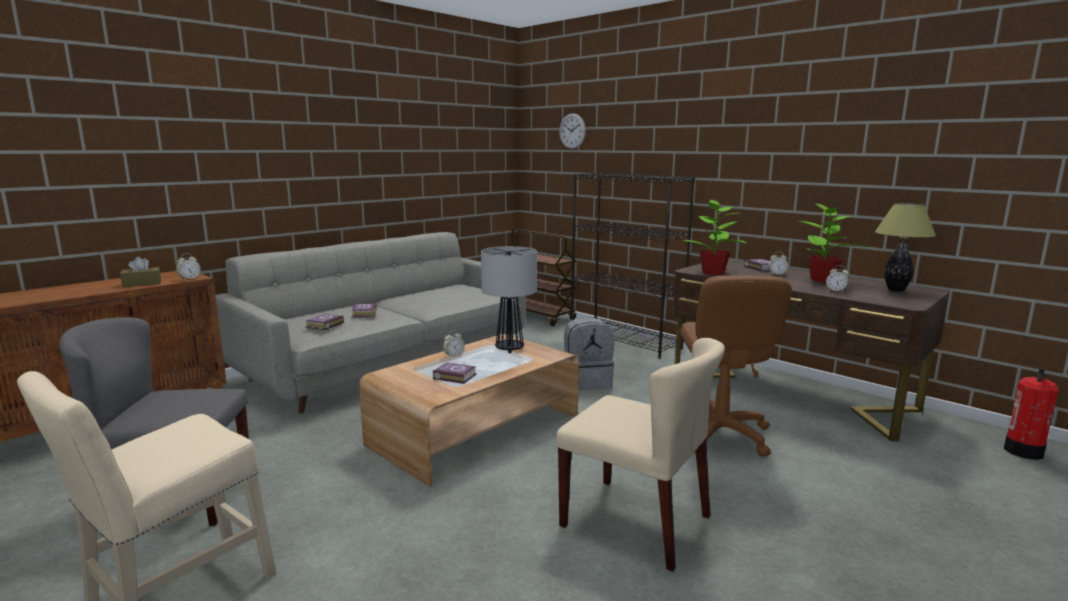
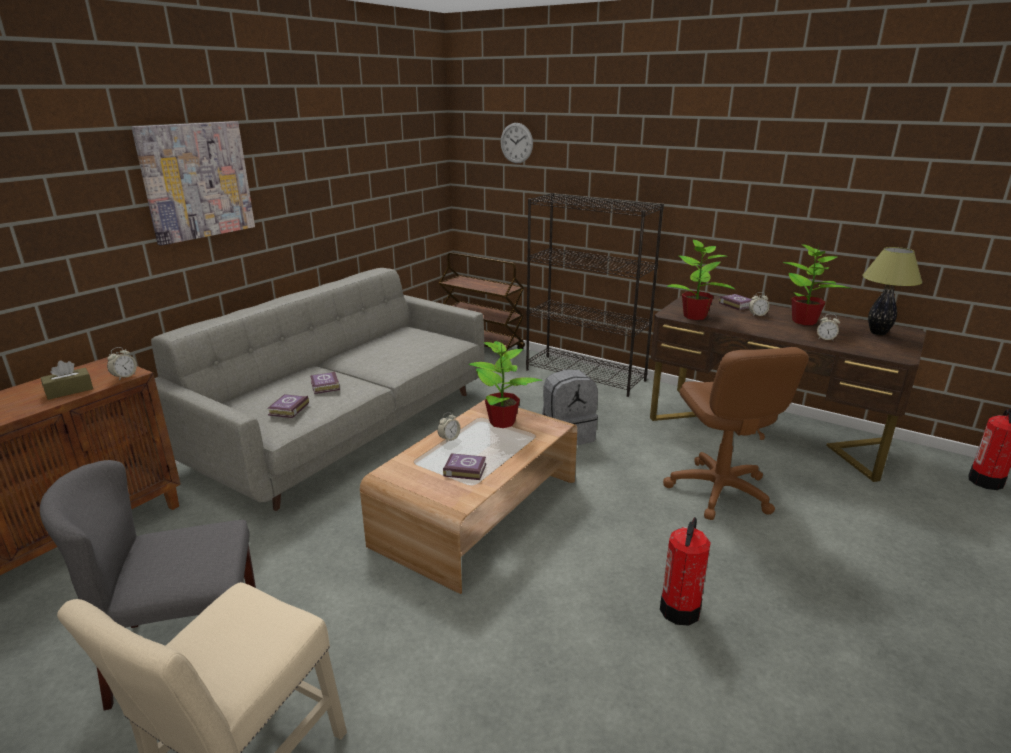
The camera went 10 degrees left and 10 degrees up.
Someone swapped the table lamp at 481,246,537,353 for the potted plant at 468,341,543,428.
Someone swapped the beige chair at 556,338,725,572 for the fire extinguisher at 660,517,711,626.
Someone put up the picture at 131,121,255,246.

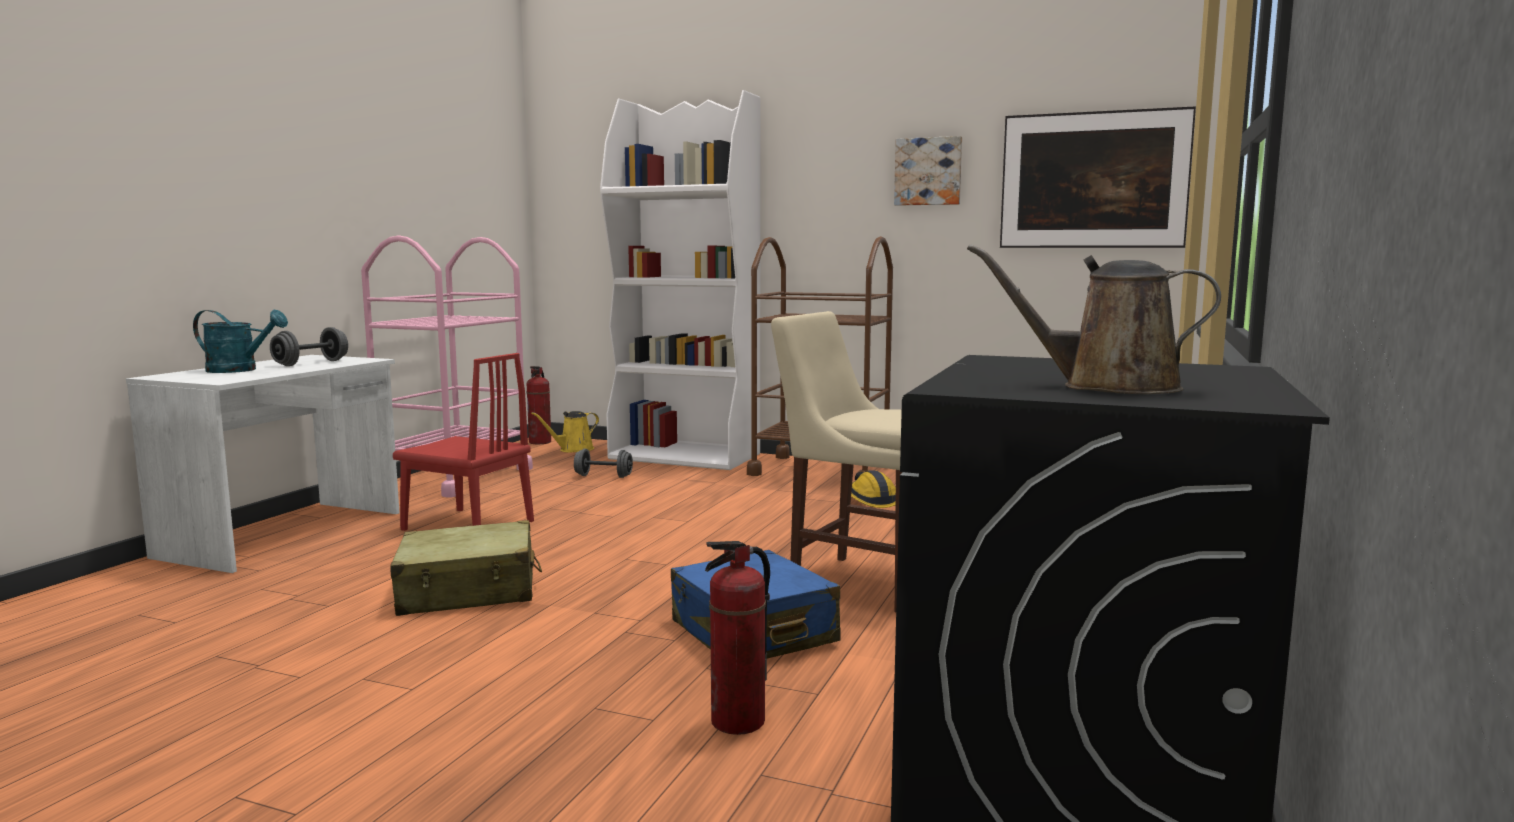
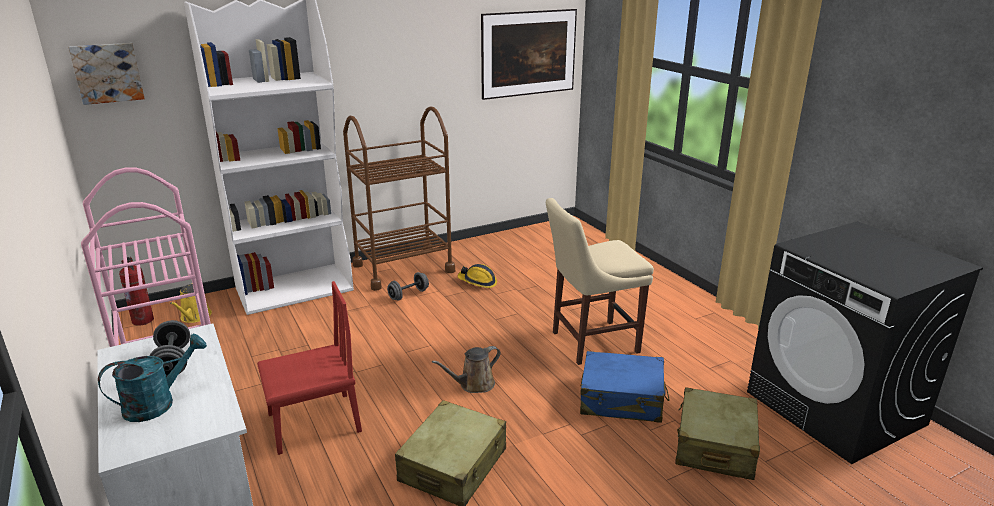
The camera went 50 degrees left and 15 degrees up.
Someone carried the picture from 894,136,962,206 to 69,43,145,105.
Someone carried the brown watering can from 967,244,1221,394 to 432,346,501,393.
Someone carried the grey dumbbell from 574,449,633,478 to 387,272,429,300.
Someone swapped the fire extinguisher at 705,541,770,735 for the beige suitcase at 675,387,760,480.

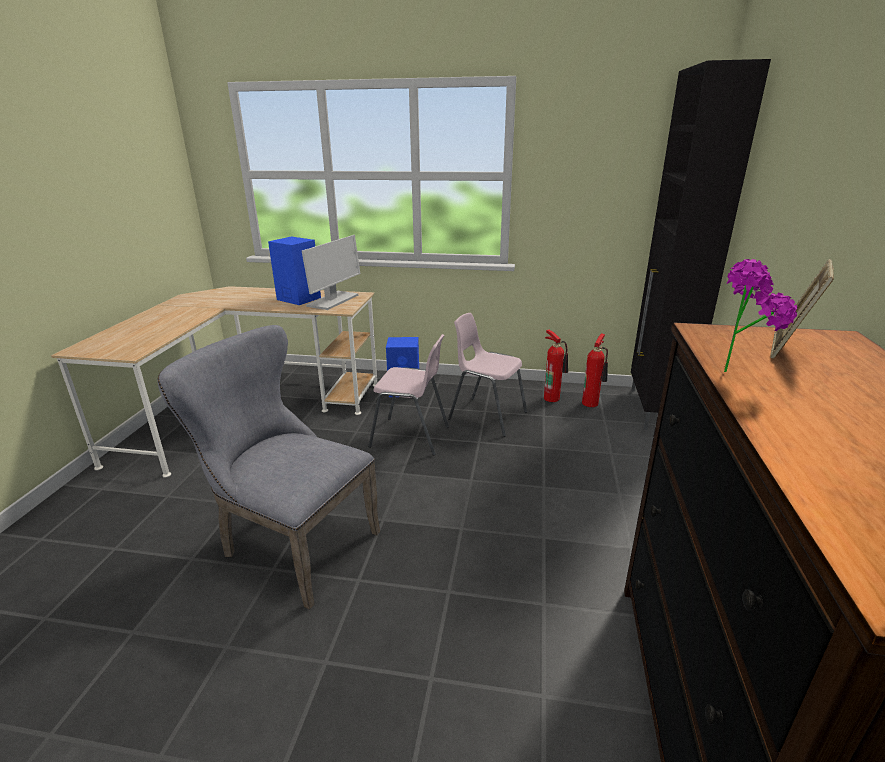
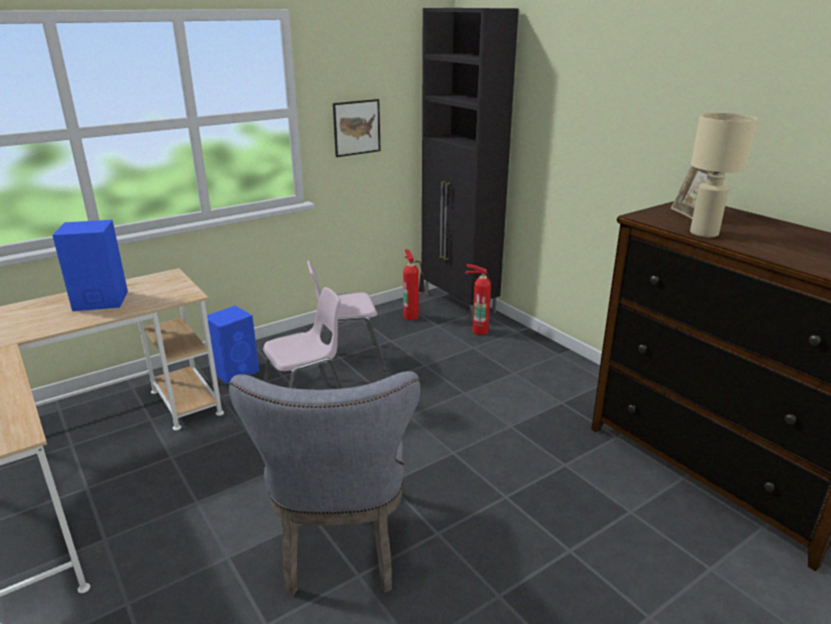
The camera went 45 degrees left and 0 degrees up.
Someone took away the monitor at 302,235,360,310.
Someone swapped the potted plant at 724,259,797,372 for the beige table lamp at 690,113,757,237.
Someone rotated the grey chair at 158,325,380,610 by 75 degrees counterclockwise.
Someone carried the fire extinguisher from 544,330,568,402 to 465,264,491,335.
Someone put up the picture at 333,99,381,157.

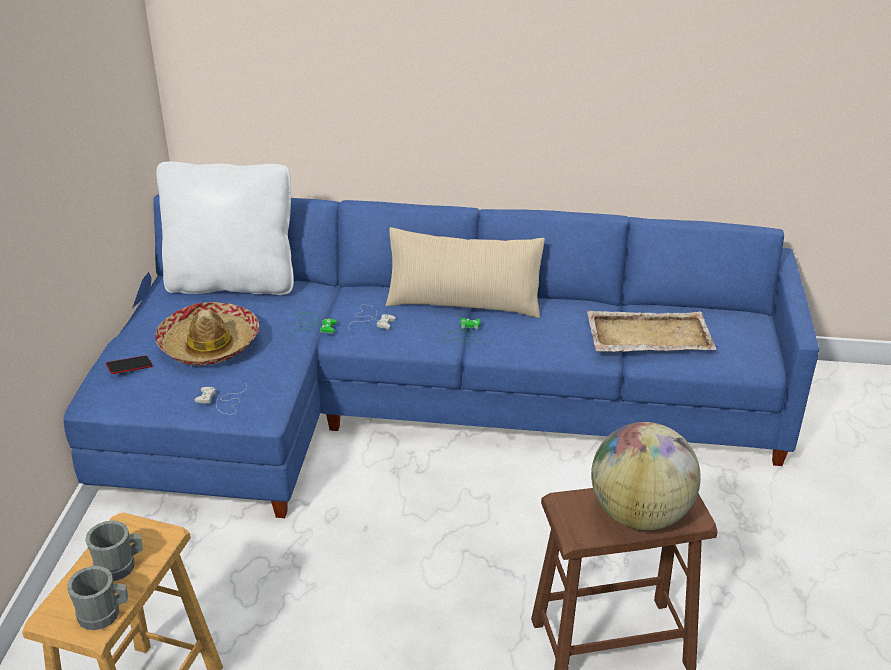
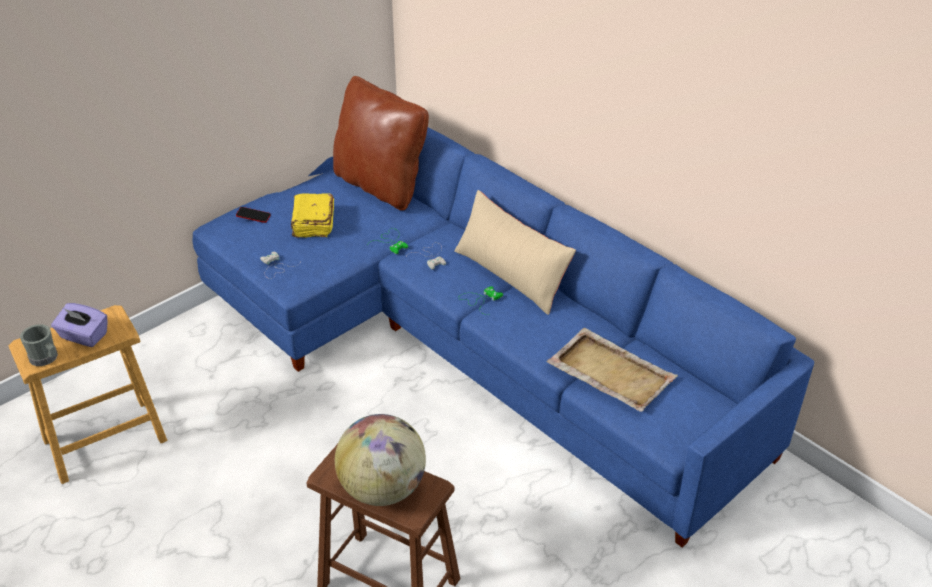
The camera went 40 degrees right and 5 degrees up.
Someone repainted the white pillow at 156,161,294,295, which became the brown pillow at 333,76,429,211.
Someone swapped the hat at 155,302,259,366 for the yellow book at 291,193,334,238.
Someone swapped the grey mug at 85,521,143,581 for the purple tissue box at 51,303,107,347.

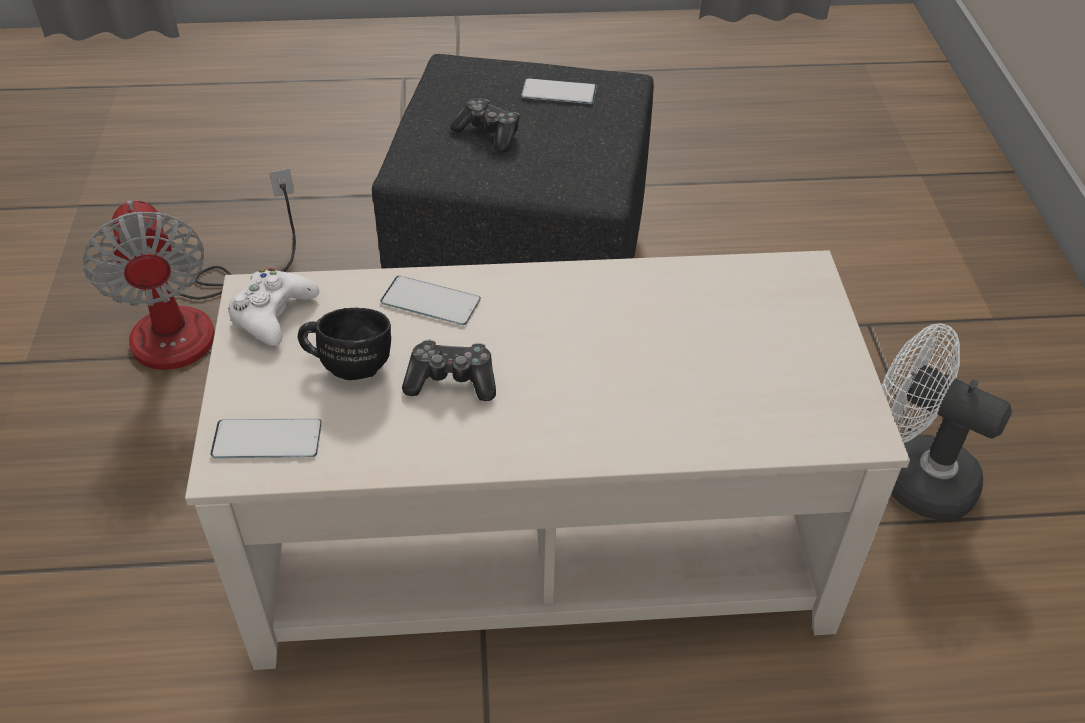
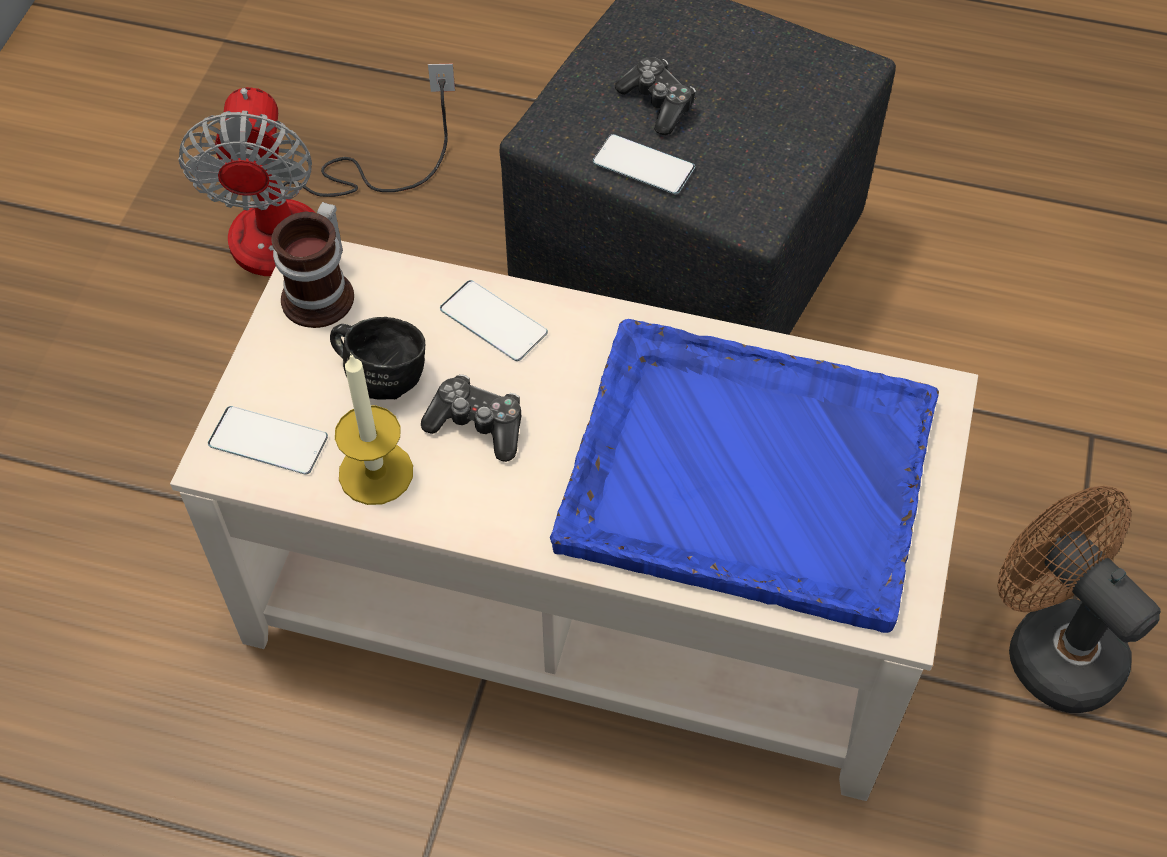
The camera went 20 degrees right and 10 degrees up.
Someone carried the phone from 521,78,597,104 to 593,134,695,194.
Someone swapped the white game controller at 228,268,319,346 for the mug at 271,202,354,328.
Someone repainted the white fan at 882,323,1012,521, which became the brown fan at 998,486,1161,713.
Someone put down the blue tray at 550,319,939,633.
Someone put down the candle at 335,353,413,505.

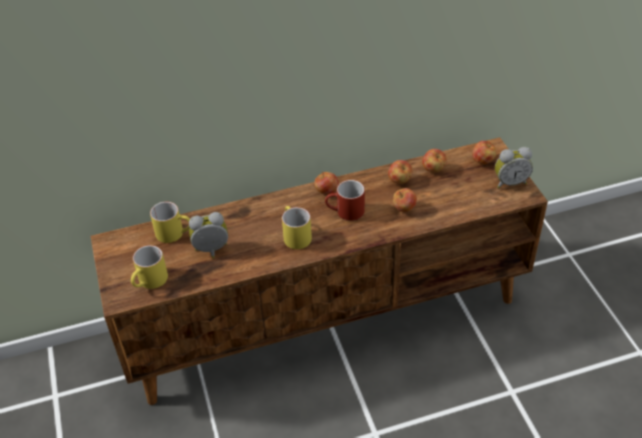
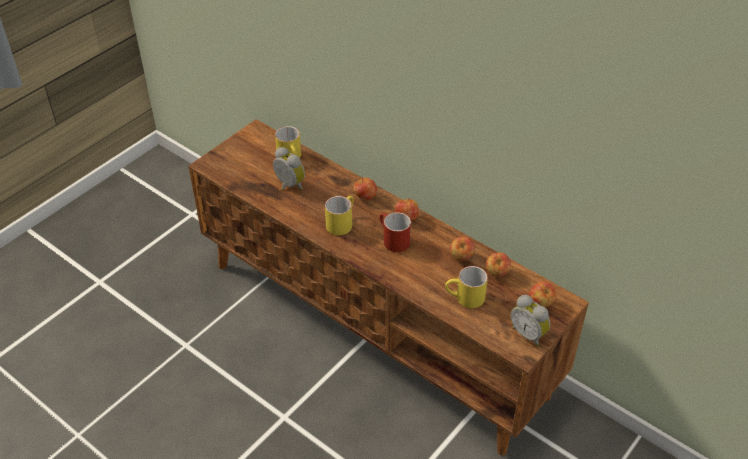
The camera went 55 degrees right and 0 degrees up.
Someone carried the apple from 393,188,417,212 to 353,177,377,200.
Someone carried the yellow mug from 131,245,168,289 to 445,266,488,308.

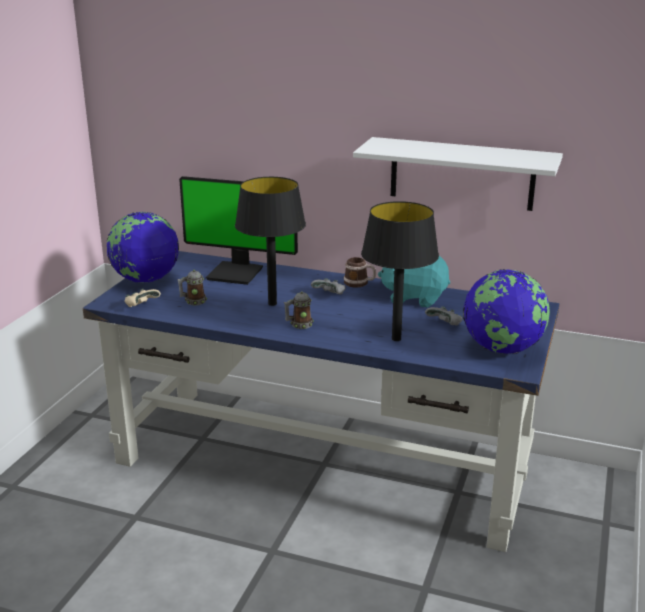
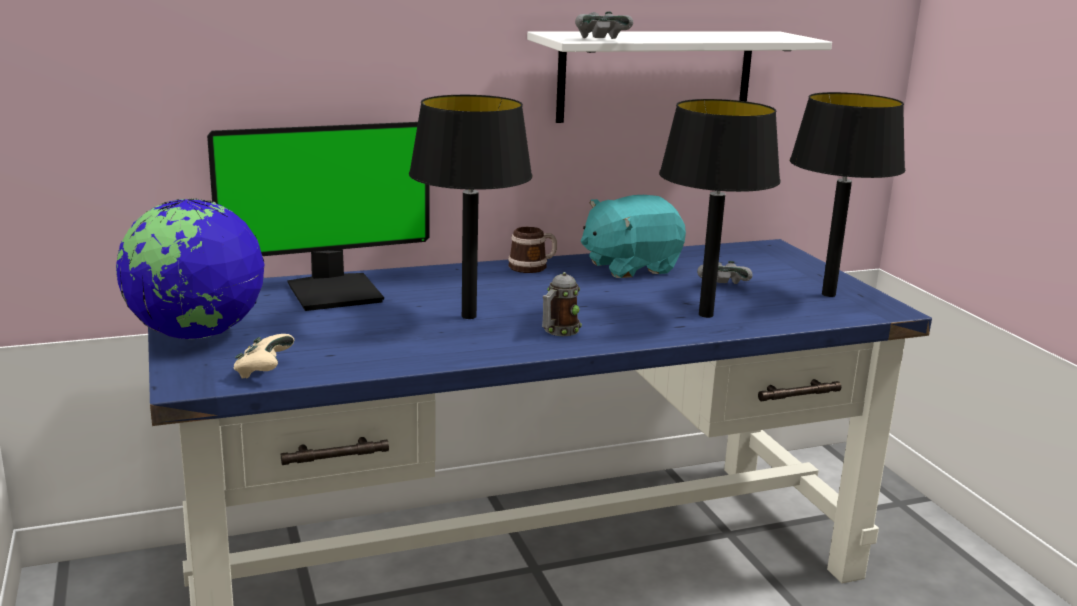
The camera went 40 degrees left and 5 degrees down.
Someone swapped the globe at 463,269,550,354 for the black table lamp at 790,92,905,297.
Someone took away the mug at 177,270,207,305.
Someone carried the grey game controller from 311,278,346,295 to 575,11,633,39.

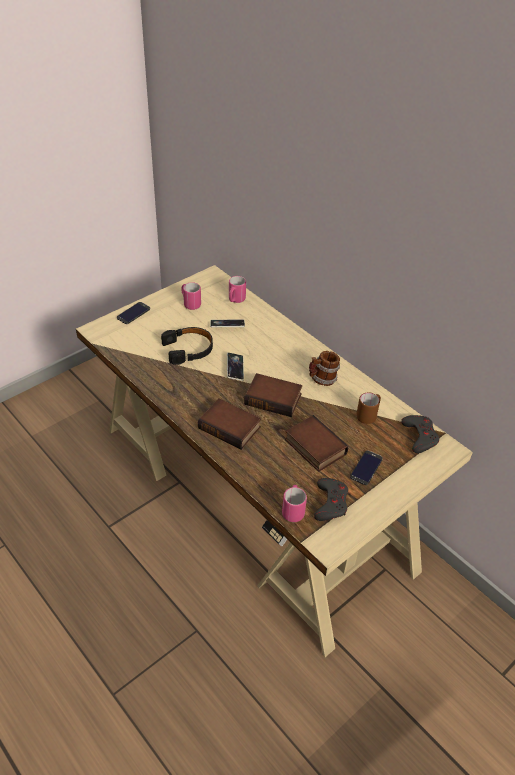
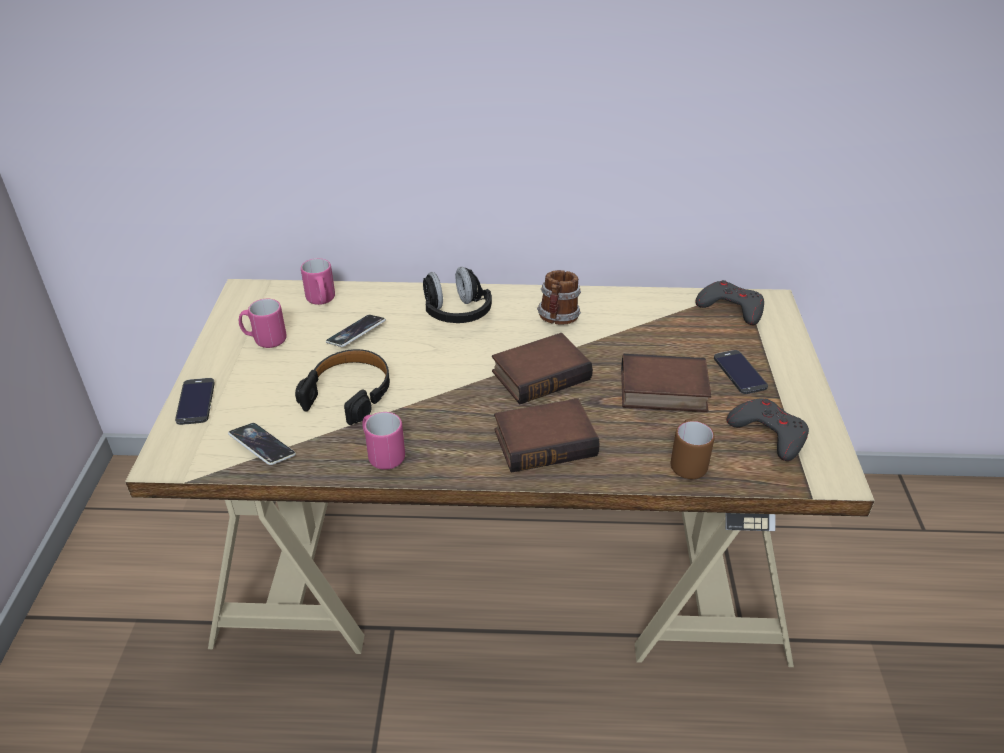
The camera went 45 degrees left and 5 degrees down.
Someone carried the phone from 227,353,244,381 to 228,423,296,465.
Someone carried the brown mug from 356,392,381,424 to 671,419,715,479.
Someone carried the pink mug from 282,485,307,522 to 362,412,405,470.
Someone put down the black headphones at 423,267,492,323.

